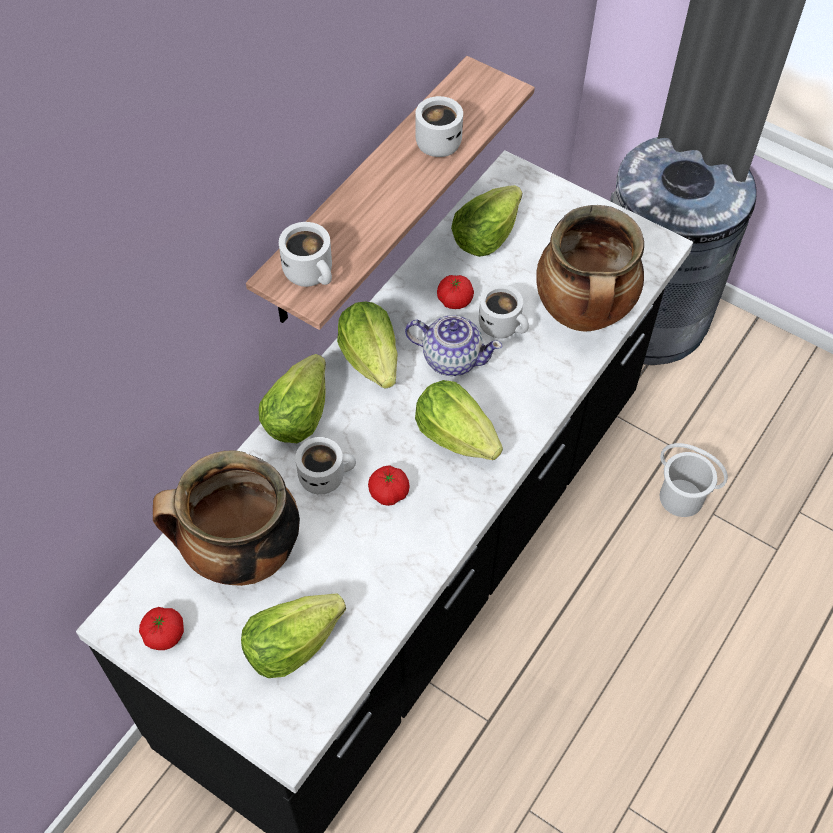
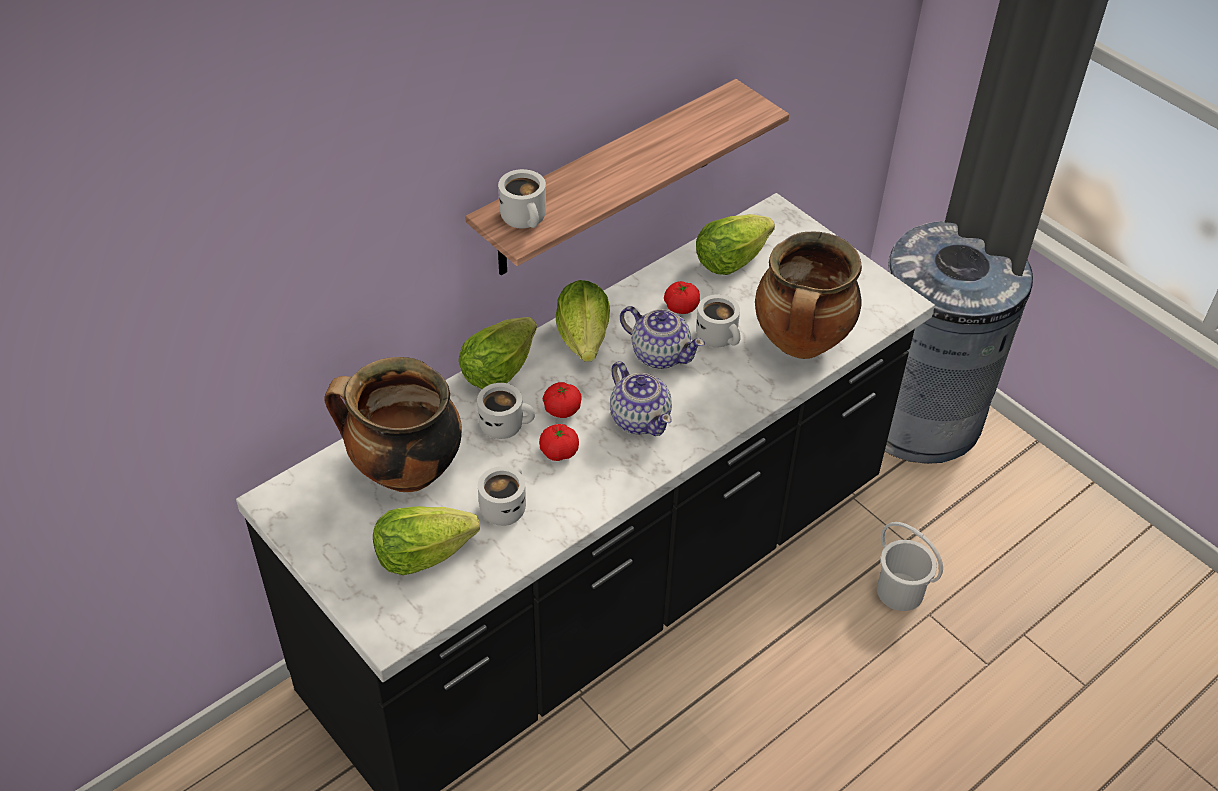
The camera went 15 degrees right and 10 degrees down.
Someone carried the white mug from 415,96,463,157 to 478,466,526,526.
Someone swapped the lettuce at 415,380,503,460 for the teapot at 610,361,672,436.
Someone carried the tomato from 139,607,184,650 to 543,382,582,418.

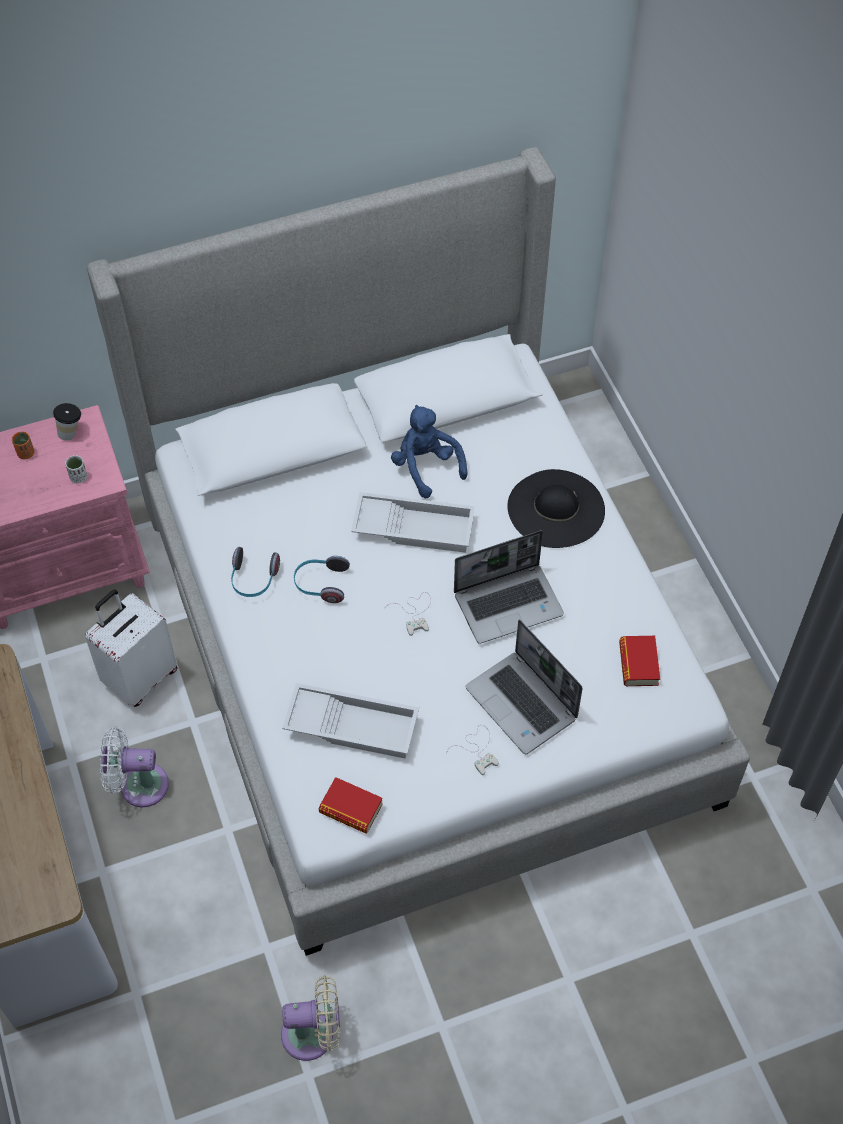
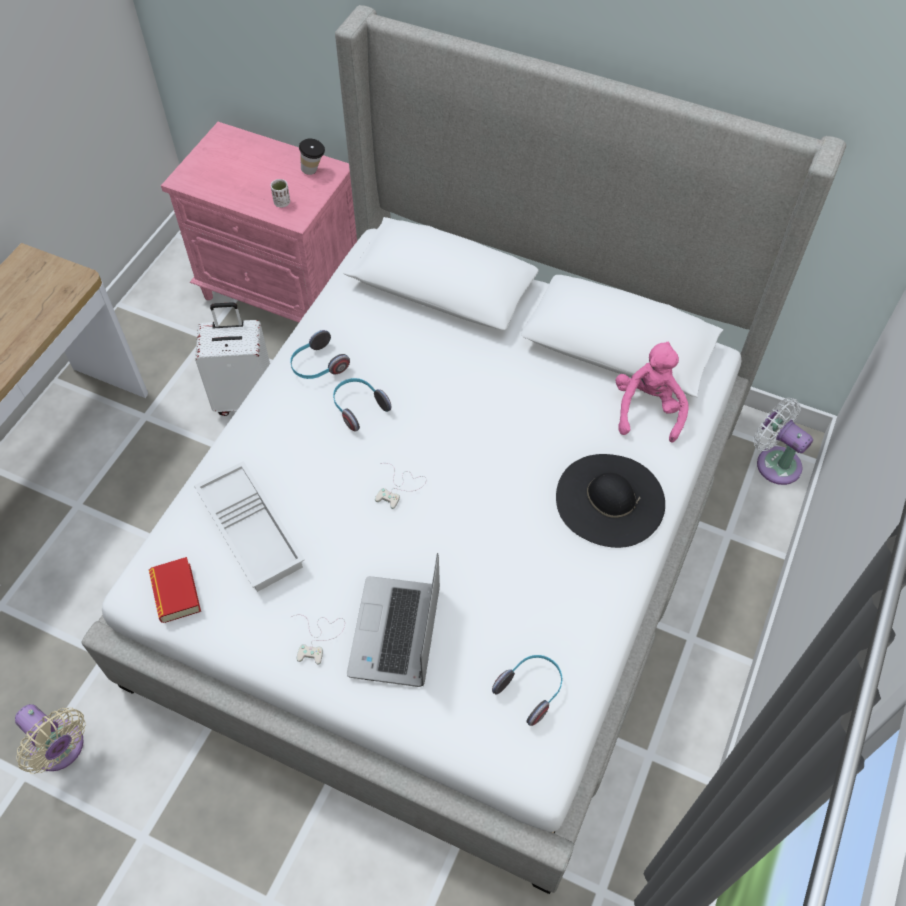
The camera went 45 degrees right and 0 degrees up.
Someone took away the blue plush toy at 391,405,468,498.
Someone took away the orange cup at 12,431,34,459.
Someone took away the white tray at 351,492,475,553.
Someone took away the laptop at 454,530,564,644.
Someone swapped the book at 619,636,660,686 for the headphones at 492,655,562,726.
Someone carried the white fan from 100,726,169,807 to 753,398,813,485.
Someone put down the pink plush toy at 616,342,689,443.

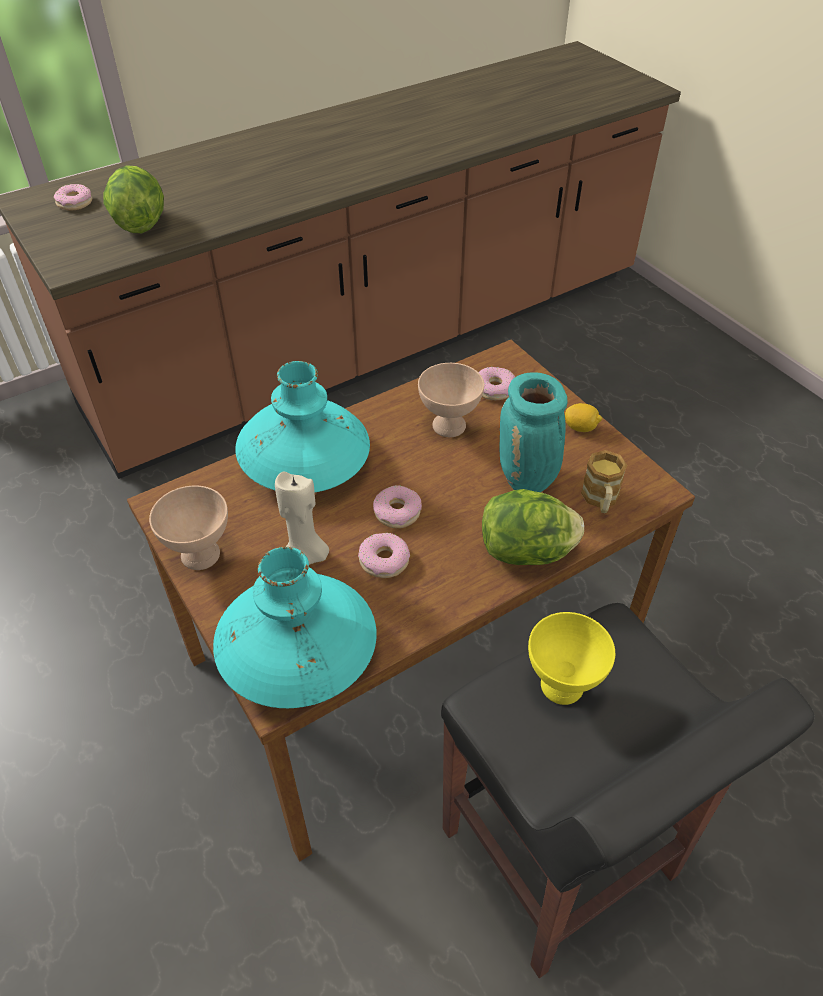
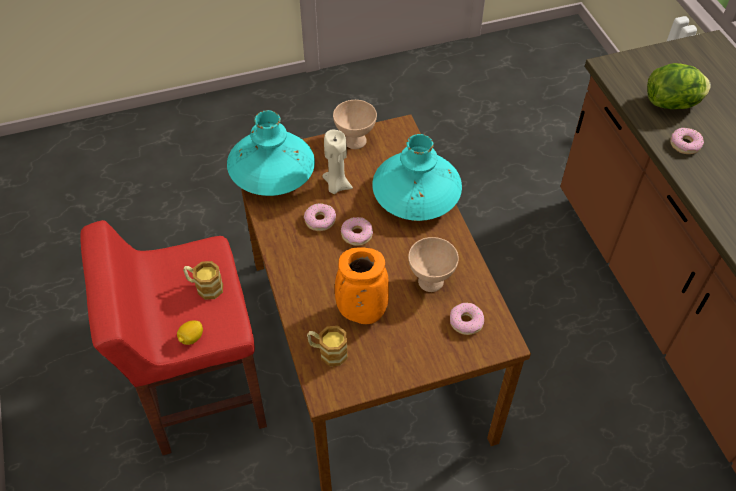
The camera went 105 degrees right and 5 degrees up.
Someone carried the donut from 54,184,92,210 to 670,128,704,154.
Someone repainted the turquoise vase at 499,372,568,492, which became the orange vase at 335,247,389,324.
Someone carried the lemon from 565,403,602,432 to 177,321,203,345.
Someone took away the lettuce at 482,489,584,565.
Someone repainted the black stool at 441,603,814,978, which became the red stool at 80,220,267,455.
Someone swapped the yellow bowl at 528,612,615,705 for the mug at 183,261,223,300.

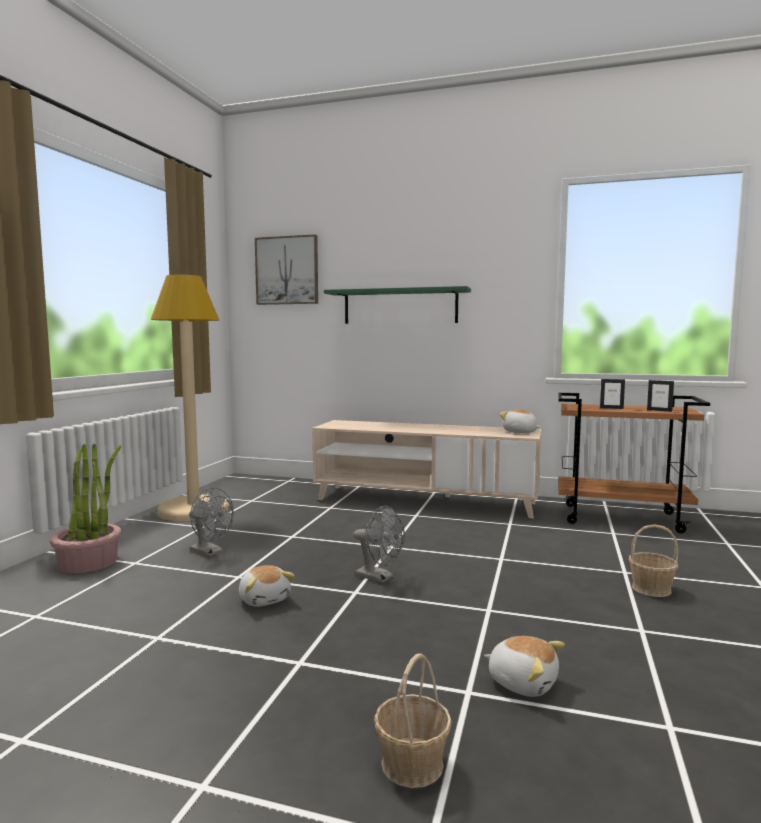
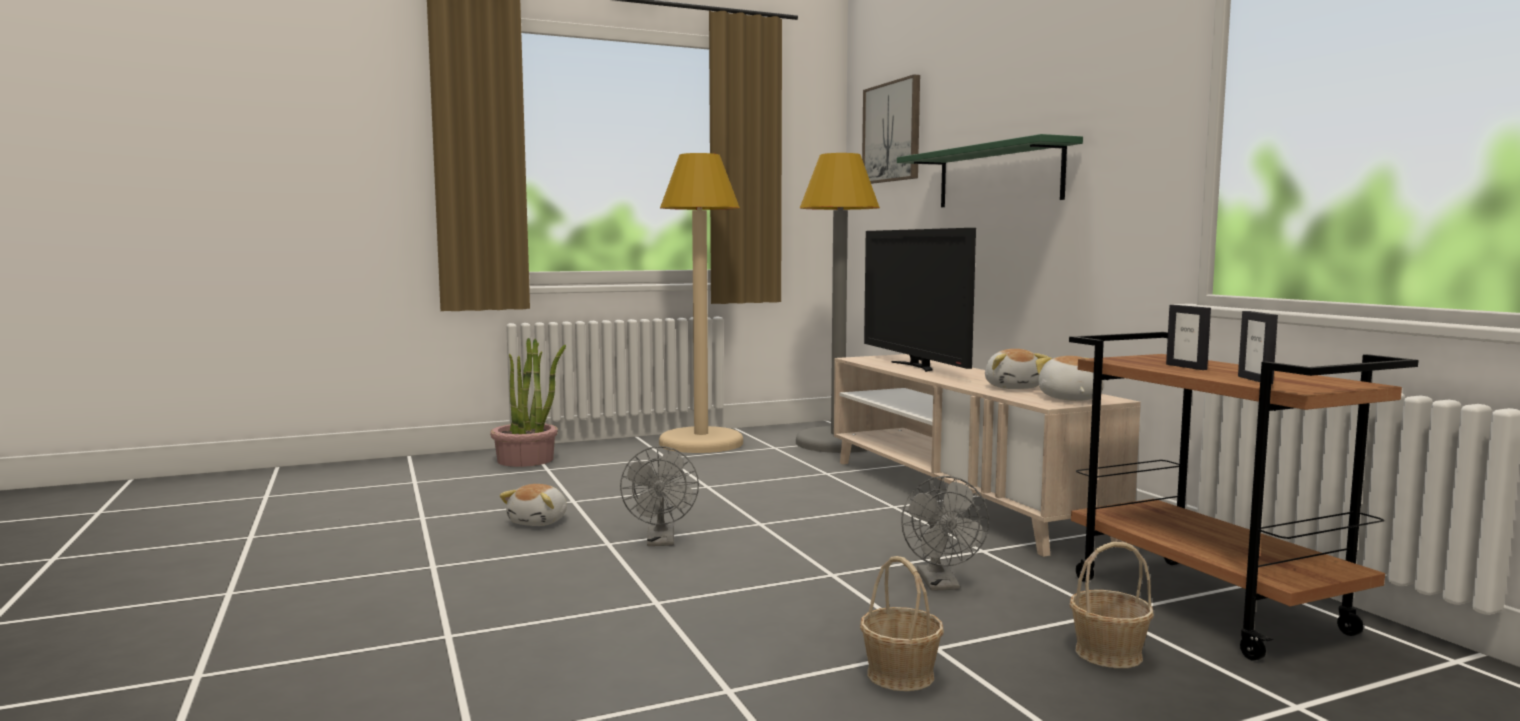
The camera went 50 degrees right and 0 degrees up.
Someone carried the grey fan from 189,488,234,557 to 901,476,989,591.
Someone carried the plush toy from 484,636,565,697 to 985,349,1049,389.
Someone carried the basket from 374,653,452,788 to 1070,542,1154,668.
Someone put down the grey floor lamp at 796,153,880,453.
Someone put down the television at 864,228,976,372.

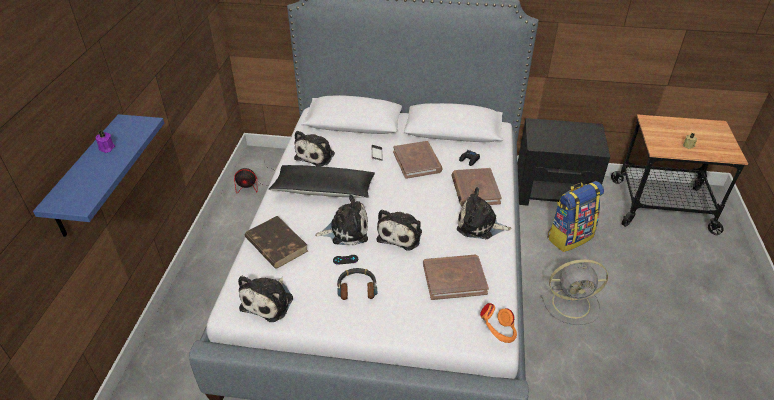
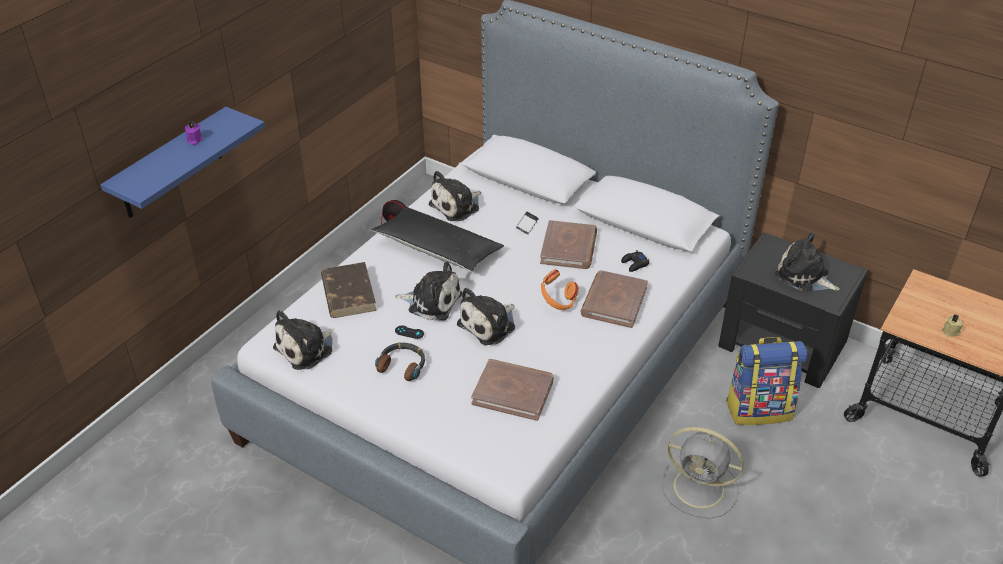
The camera went 25 degrees right and 0 degrees up.
Someone carried the plush toy from 457,187,512,239 to 775,232,840,292.
Someone carried the orange headphones from 480,303,517,343 to 541,269,579,310.

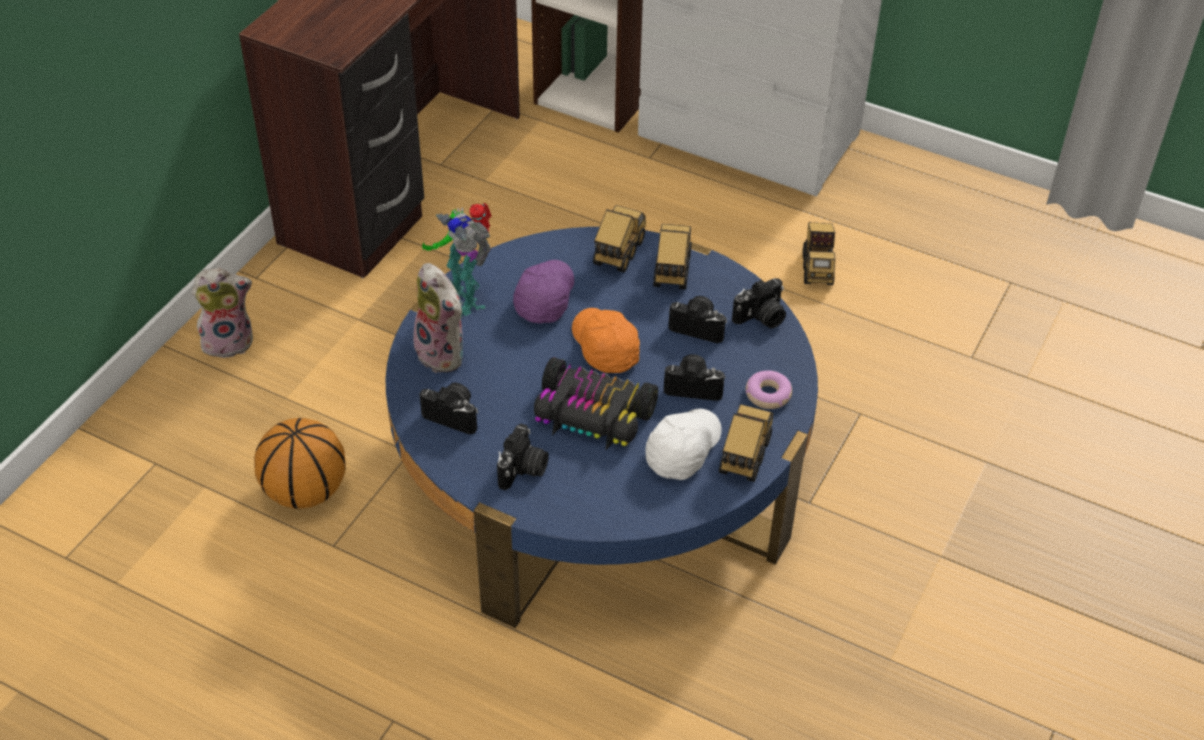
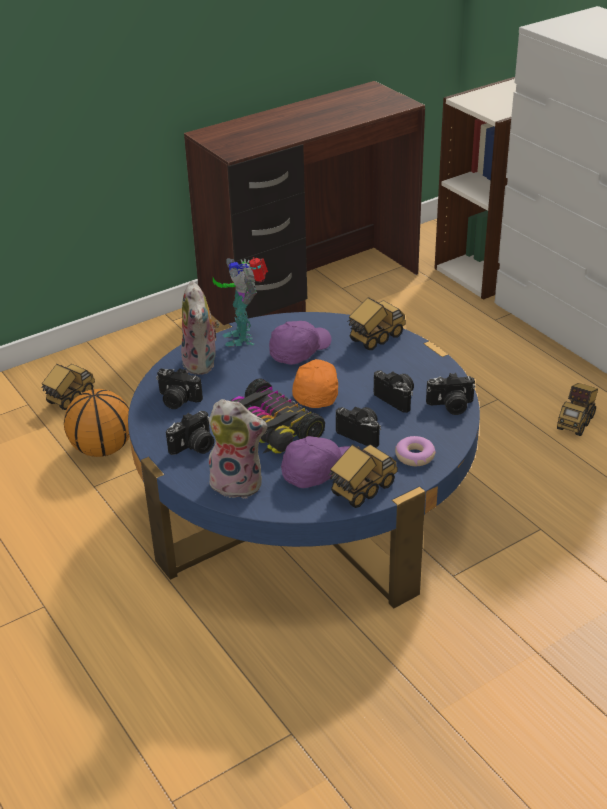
The camera went 30 degrees right and 10 degrees down.
Someone carried the toy truck from 653,224,692,290 to 41,364,95,410.
Someone carried the plush toy from 192,268,253,358 to 209,399,267,498.
Someone rotated the photo camera at 420,383,478,434 by 150 degrees clockwise.
Someone repainted the white cap at 645,409,722,480, which became the purple cap at 281,436,350,488.

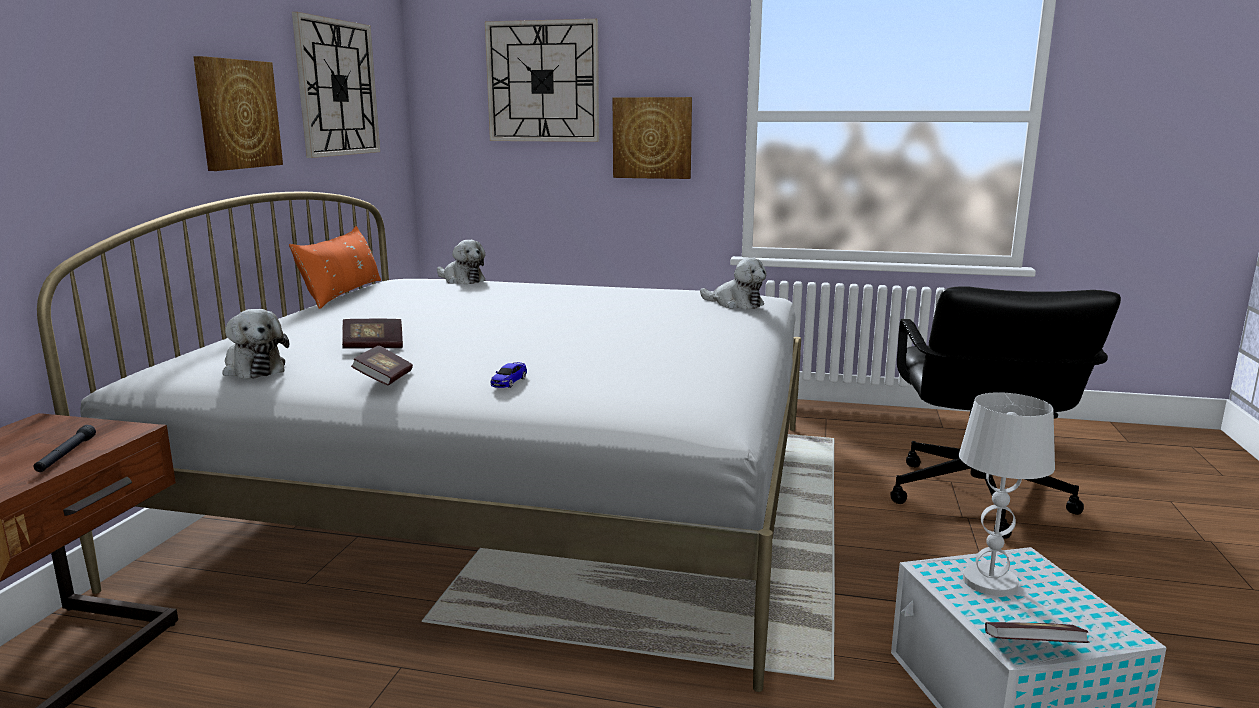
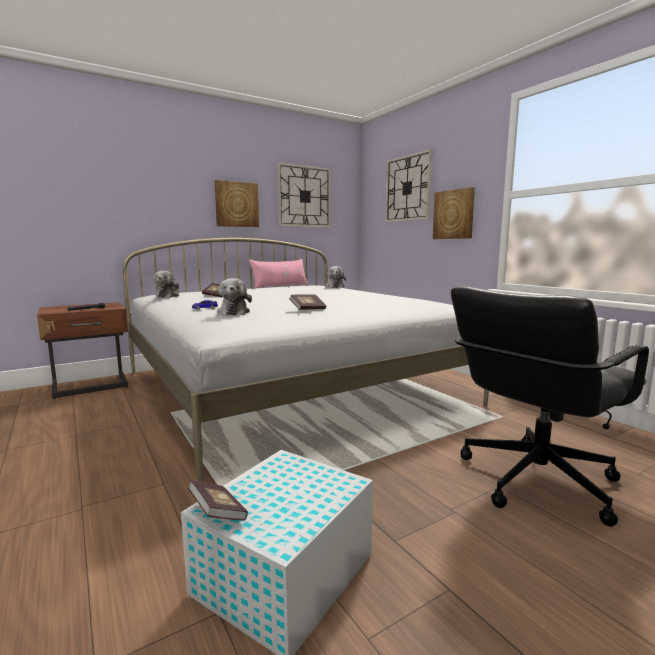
The camera went 45 degrees right and 5 degrees down.
Someone repainted the orange pillow at 289,226,381,309, which became the pink pillow at 249,259,308,288.
Someone carried the plush toy from 700,258,767,309 to 217,278,252,315.
Someone carried the book from 351,345,413,386 to 289,294,326,310.
Someone took away the white table lamp at 959,392,1055,596.

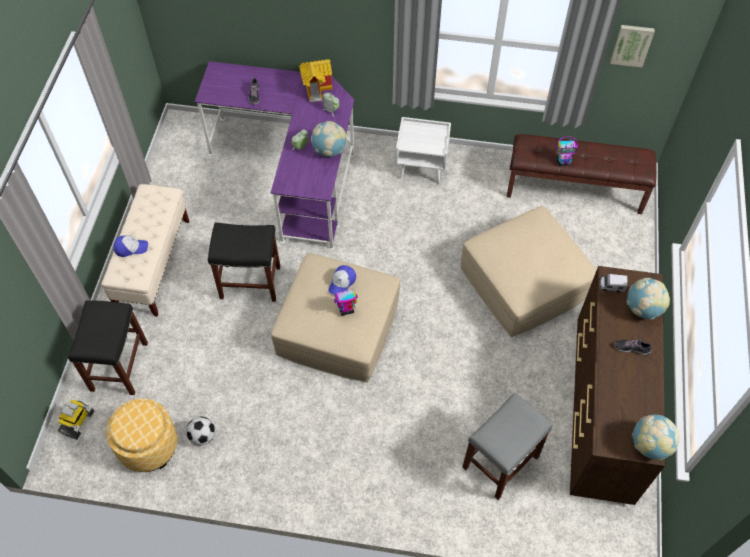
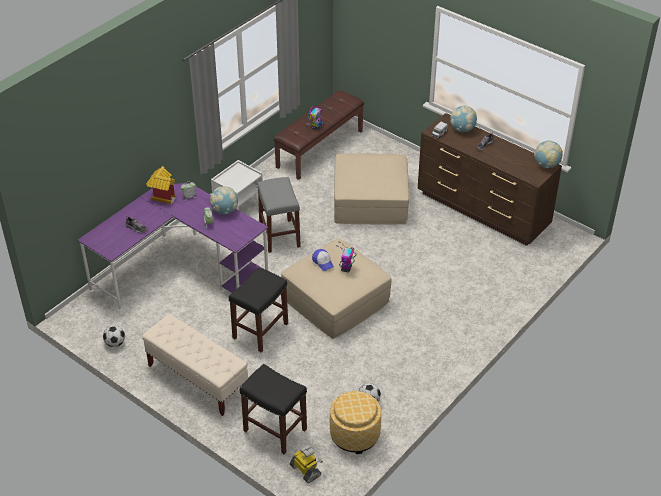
The camera went 60 degrees left and 15 degrees down.
Someone took away the picture at 610,25,655,68.
Someone took away the cap at 113,235,148,257.
Someone carried the grey stool from 462,393,553,500 to 257,177,301,253.
Someone put down the football at 103,325,125,347.

